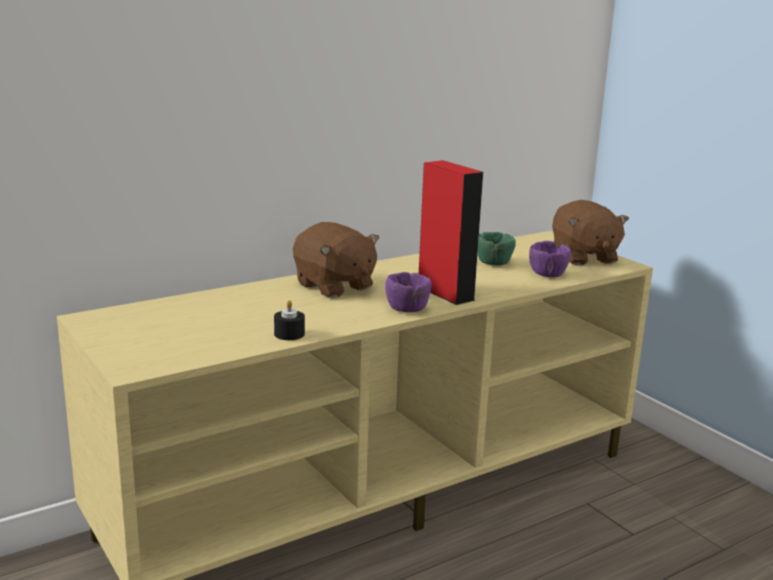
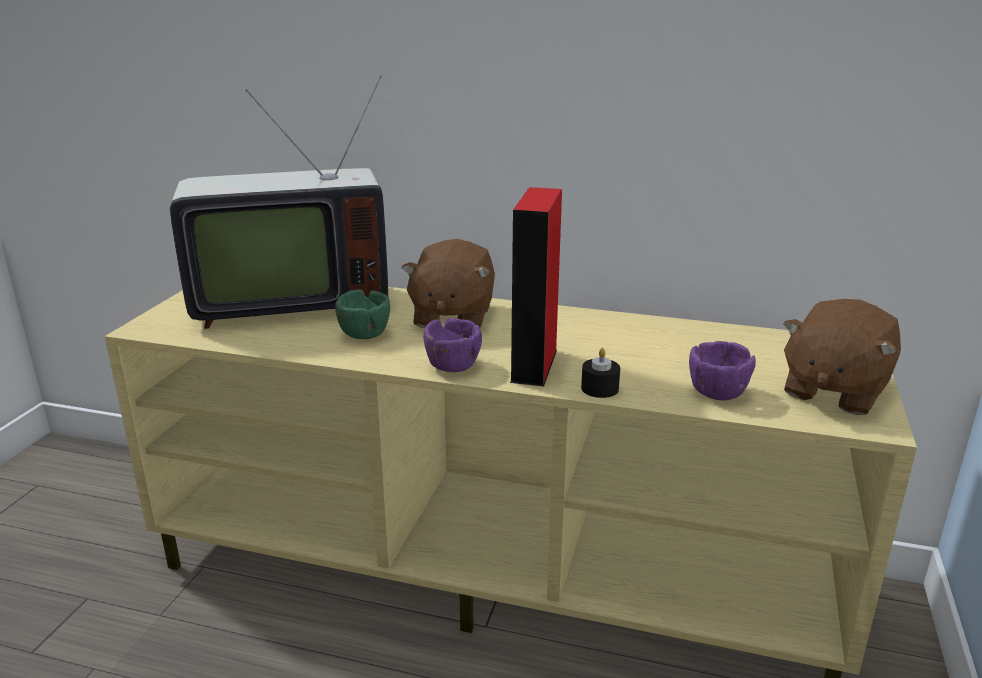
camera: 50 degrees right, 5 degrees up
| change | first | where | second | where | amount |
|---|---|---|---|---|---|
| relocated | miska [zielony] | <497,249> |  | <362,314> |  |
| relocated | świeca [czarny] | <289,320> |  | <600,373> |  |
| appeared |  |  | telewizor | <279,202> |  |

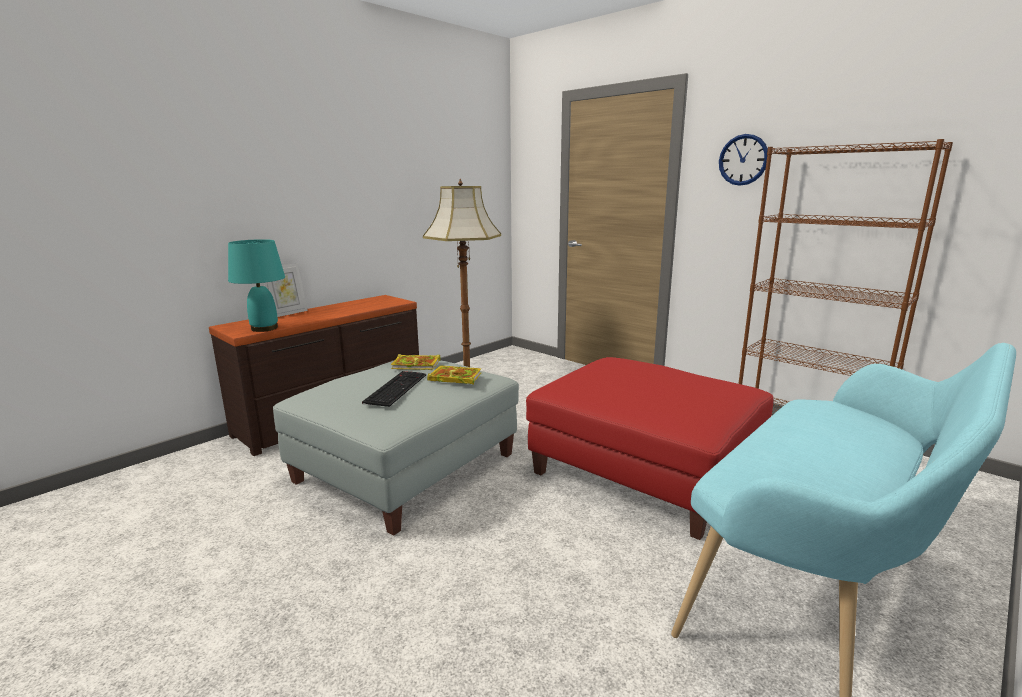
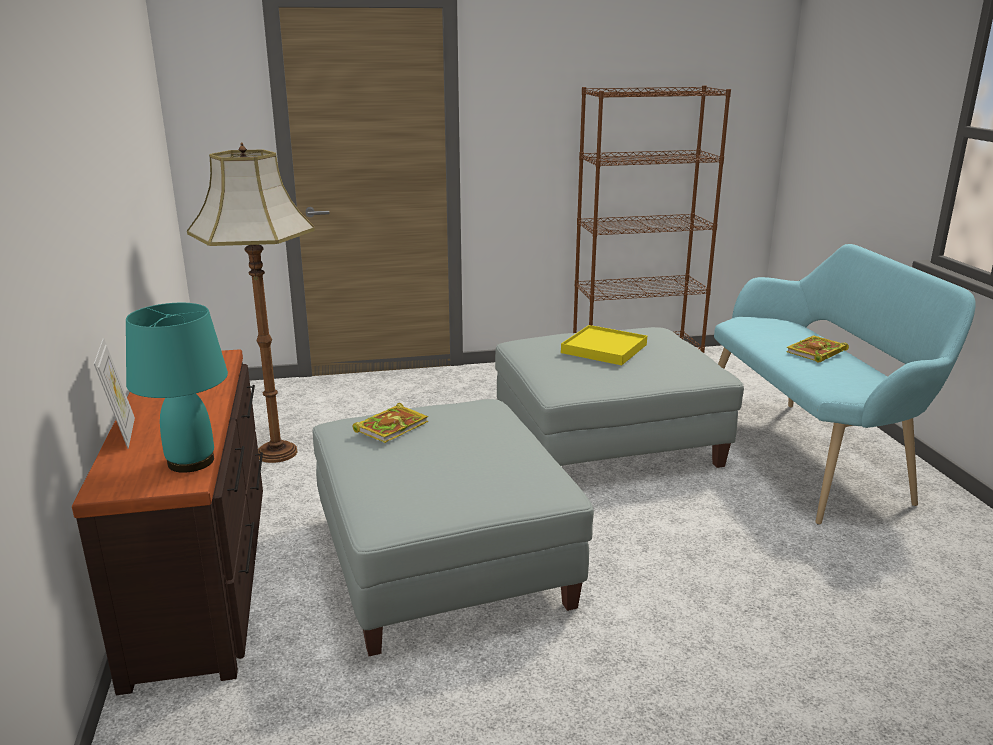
camera: 55 degrees left, 5 degrees up
| change | first | where | second | where | amount |
|---|---|---|---|---|---|
| missing | zegar ścienny | <743,160> |  |  |  |
| colour | pufa [czerwony] | <650,448> | pufa [szary] | <619,397> |  |
| relocated | książka | <454,375> |  | <817,348> |  |
| missing | klawiatura | <394,389> |  |  |  |
| appeared |  |  | taca [żółty] | <604,345> |  |

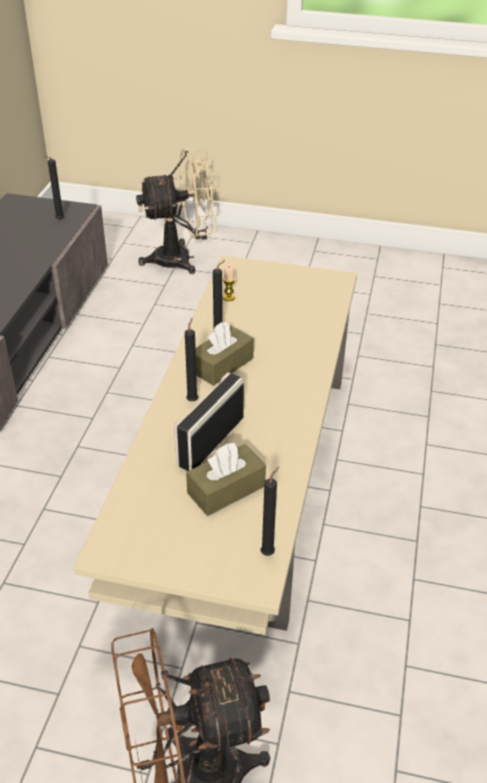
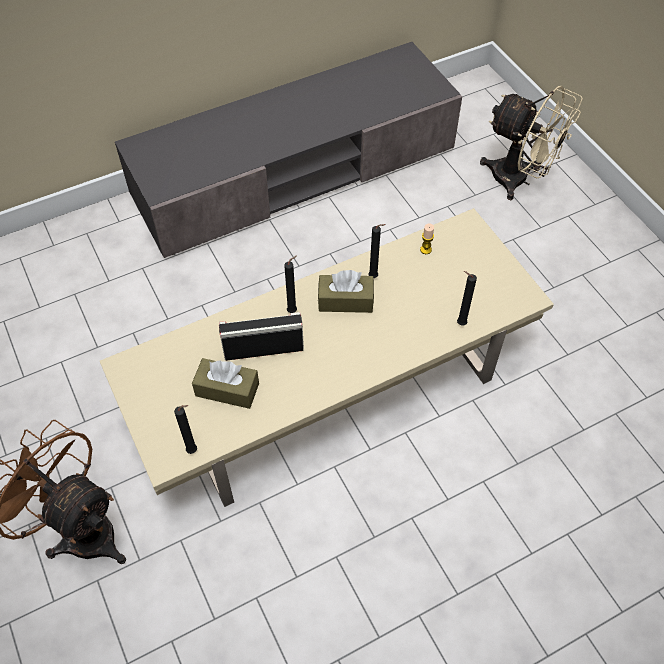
camera: 50 degrees right, 15 degrees up
| change | first | where | second | where | amount |
|---|---|---|---|---|---|
| relocated | świeca [czarny] | <54,188> |  | <467,298> |  |

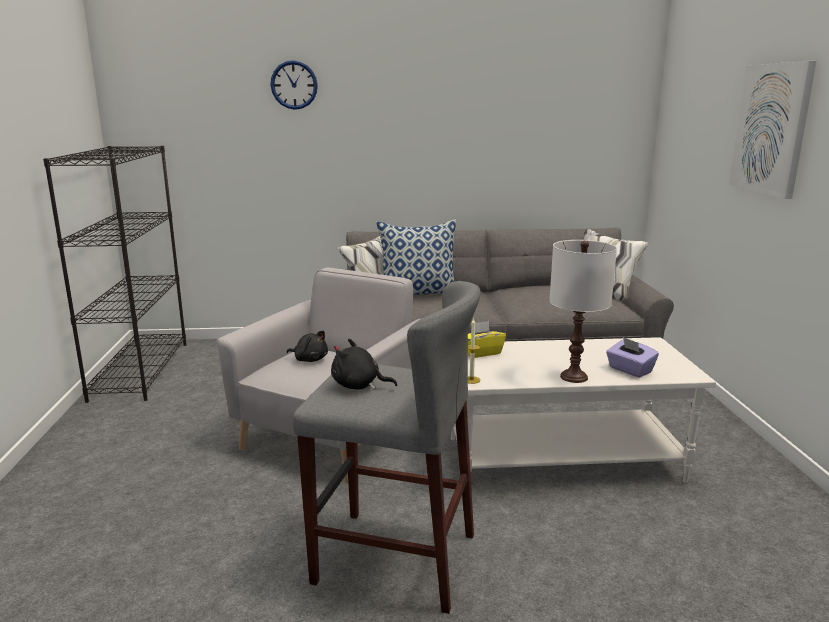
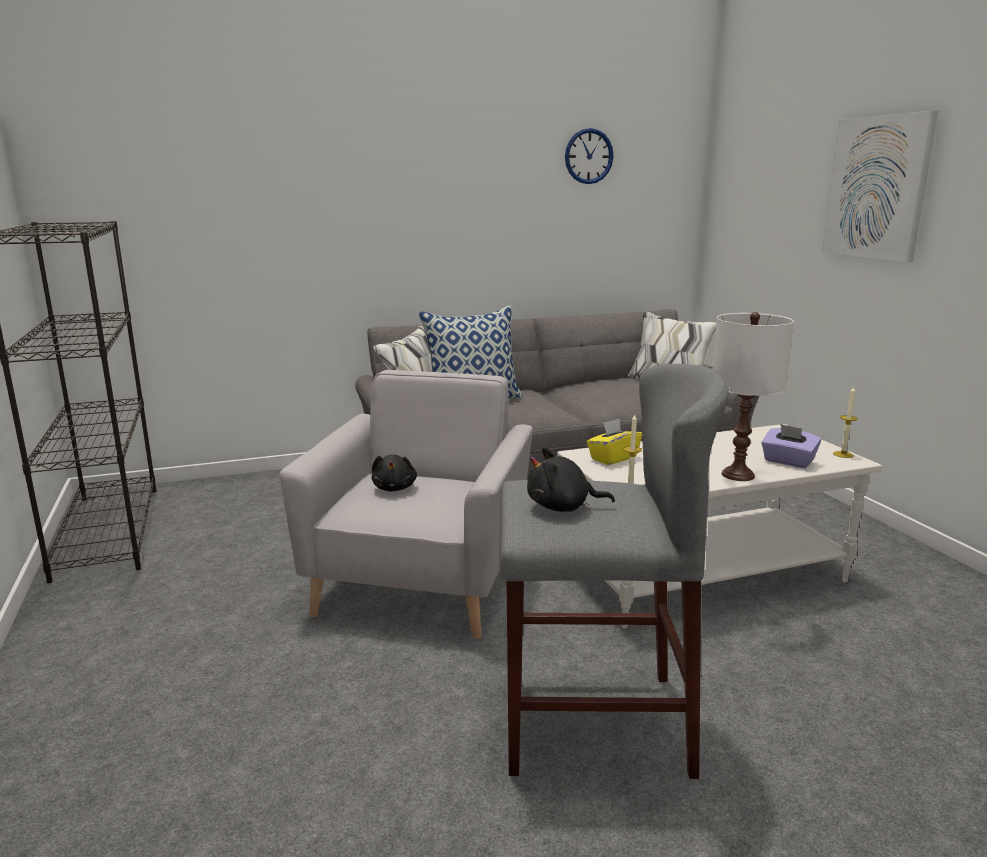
camera: 15 degrees left, 0 degrees up
| change | first | where | second | where | amount |
|---|---|---|---|---|---|
| relocated | zegar ścienny | <294,85> |  | <589,156> |  |
| spun | pluszak [czarny] | <307,346> |  | <394,472> | 75 degrees clockwise |
| appeared |  |  | świeca | <845,422> |  |

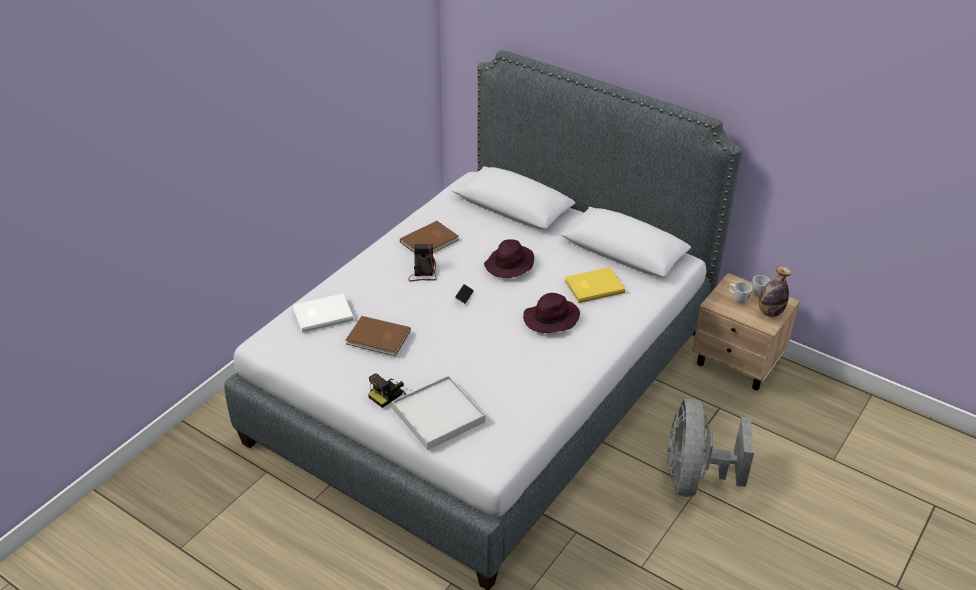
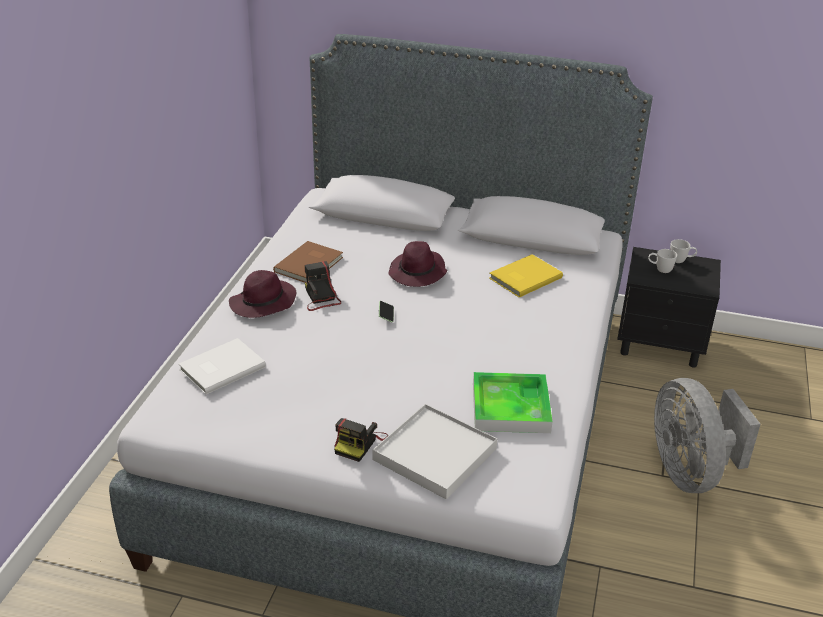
camera: 20 degrees left, 5 degrees down
| change | first | where | second | where | amount |
|---|---|---|---|---|---|
| missing | butelka | <775,291> |  |  |  |
| colour | szafka nocna [beżowy] | <746,331> | szafka nocna [czarny] | <669,307> |  |
| relocated | kapelusz [fioletowy] | <551,313> |  | <262,294> |  |
| missing | książka [brązowy] | <378,336> |  |  |  |
| appeared |  |  | taca | <512,402> |  |

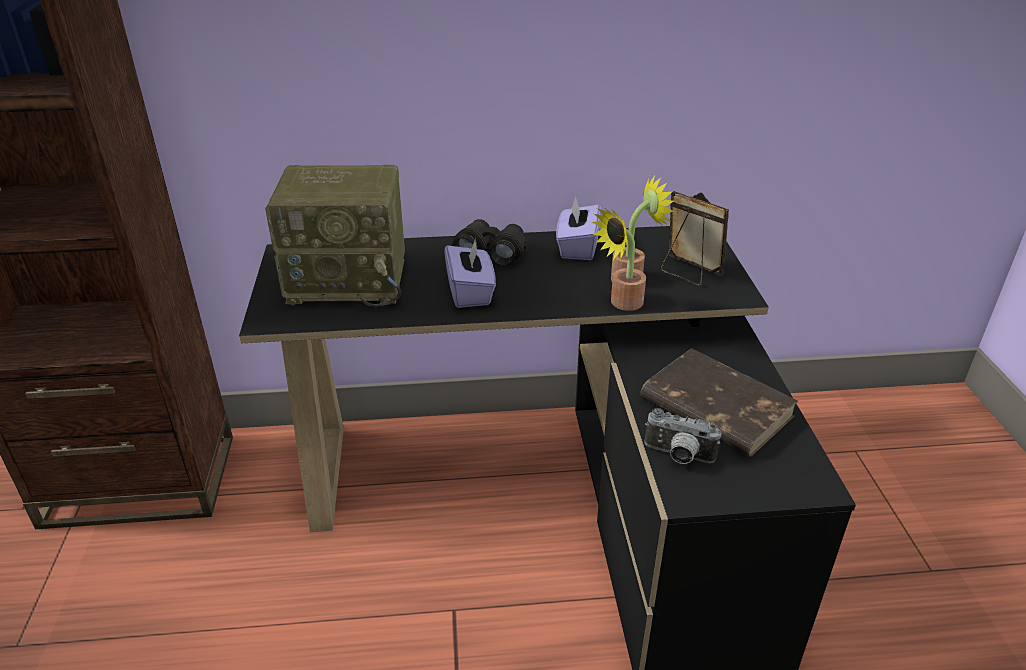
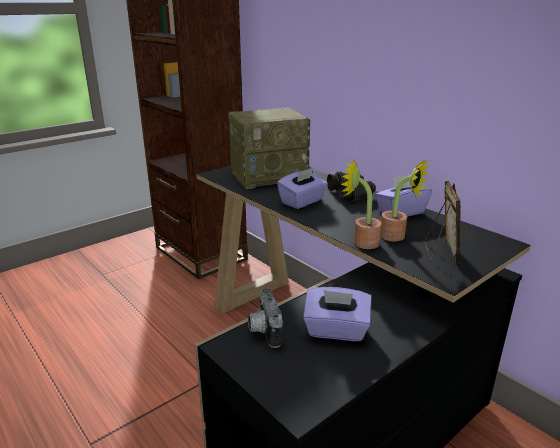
camera: 55 degrees right, 10 degrees down
| change | first | where | second | where | amount |
|---|---|---|---|---|---|
| spun | radio | <335,236> |  | <270,148> | 75 degrees counterclockwise |
| exchanged | książka [brązowy] | <719,402> | pudełko chusteczek [fioletowy] | <337,314> |  |

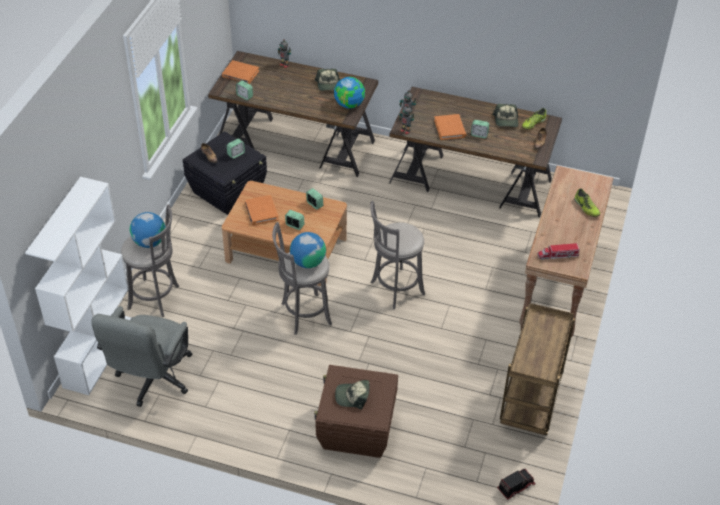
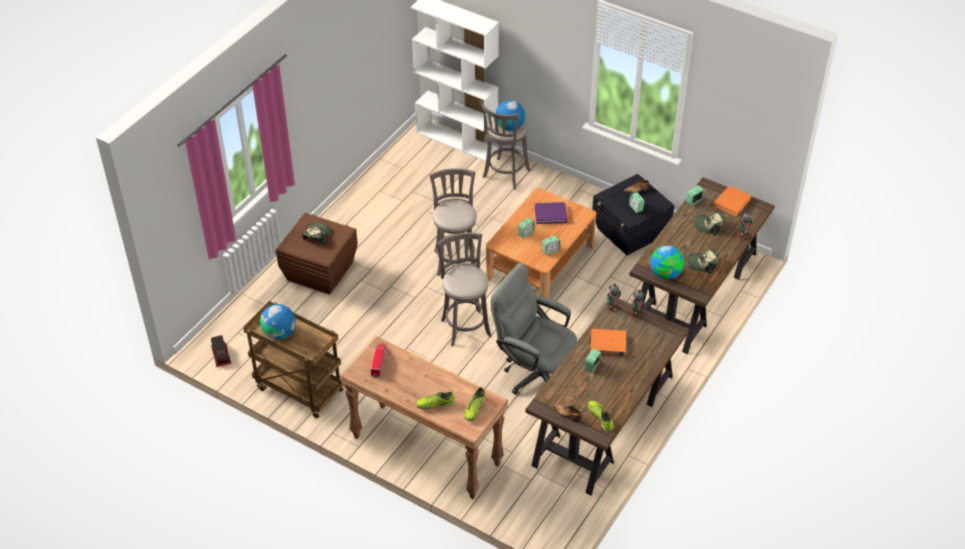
camera: 105 degrees right, 0 degrees up
| change | first | where | second | where | amount |
|---|---|---|---|---|---|
| relocated | czapka z daszkiem | <505,115> |  | <710,224> |  |
| colour | książka [pomarańczowy] | <261,210> | książka [fioletowy] | <551,213> |  |
| relocated | globus | <308,250> |  | <278,322> |  |
| relocated | krzesło biurowe [szary] | <142,356> |  | <534,329> |  |
| appeared |  |  | but | <475,404> |  |

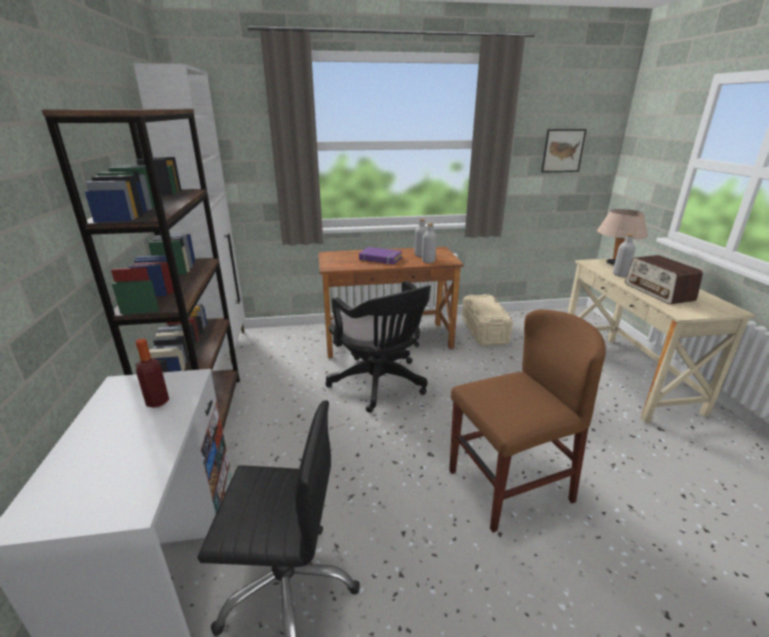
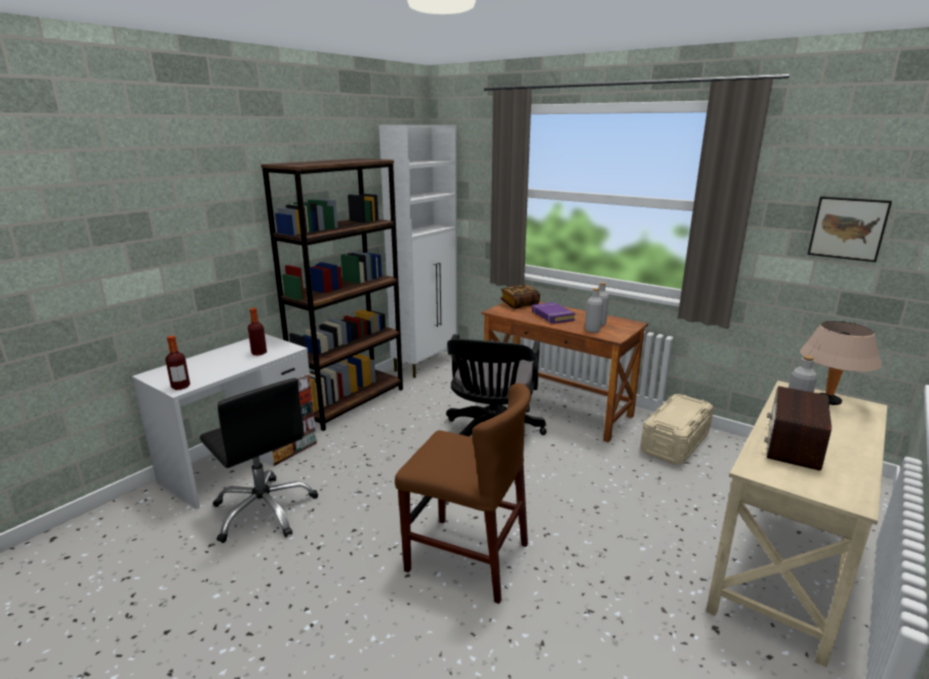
camera: 45 degrees right, 5 degrees down
| change | first | where | second | where | amount |
|---|---|---|---|---|---|
| appeared |  |  | książka | <520,297> |  |
| appeared |  |  | butelka | <177,363> |  |

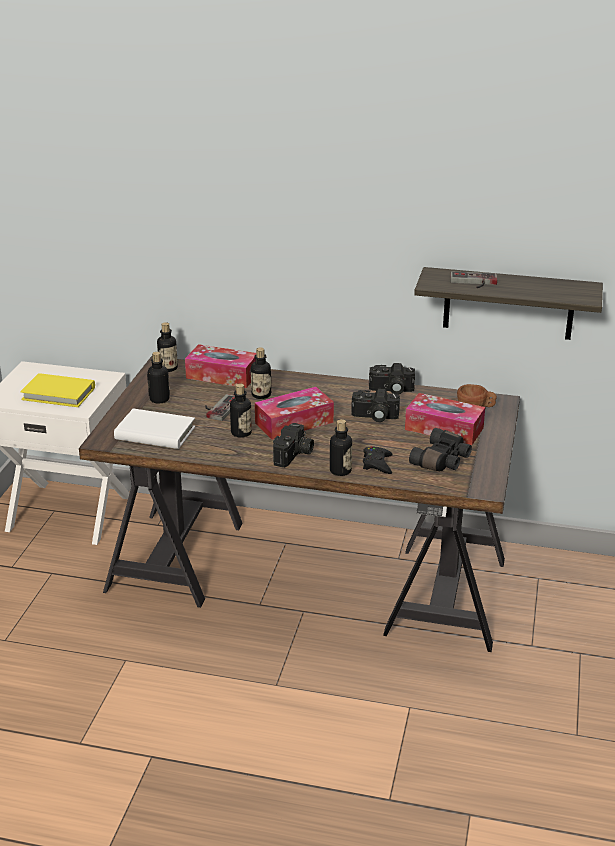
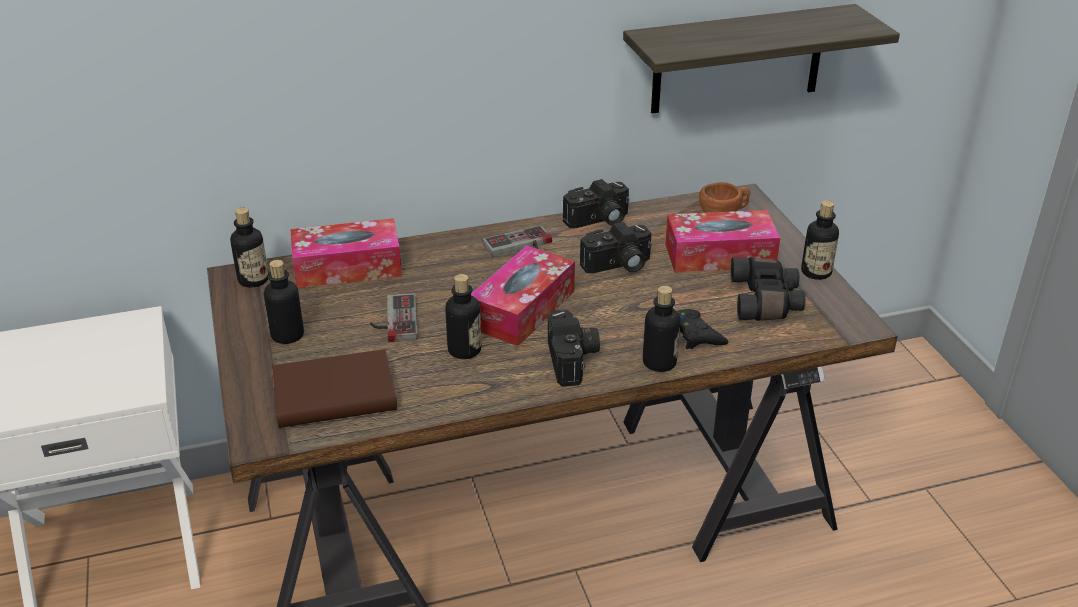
camera: 30 degrees left, 5 degrees up
| change | first | where | second | where | amount |
|---|---|---|---|---|---|
| relocated | pad do gier | <473,279> |  | <517,241> |  |
| relocated | butelka | <261,373> |  | <820,240> |  |
| missing | książka [żółty] | <57,390> |  |  |  |
| colour | książka [biały] | <154,429> | książka [brązowy] | <334,388> |  |

